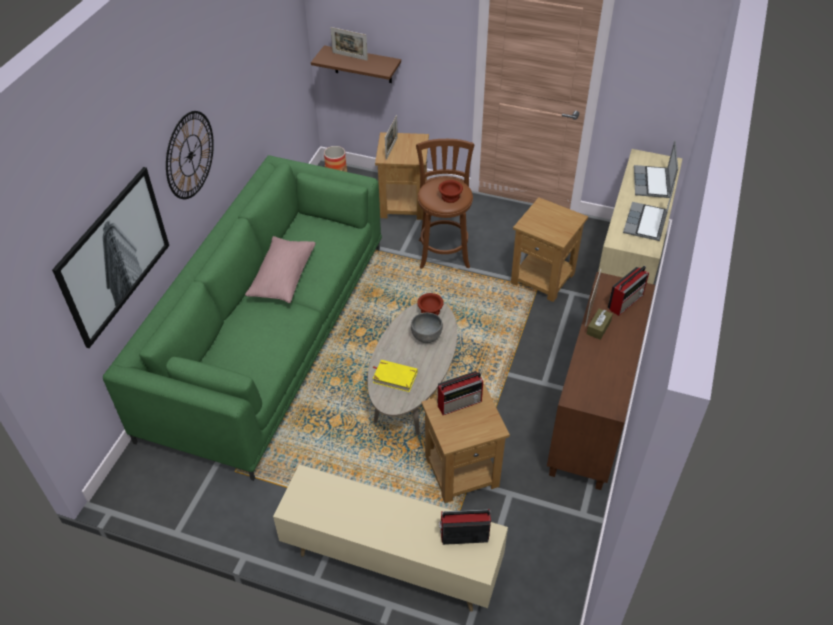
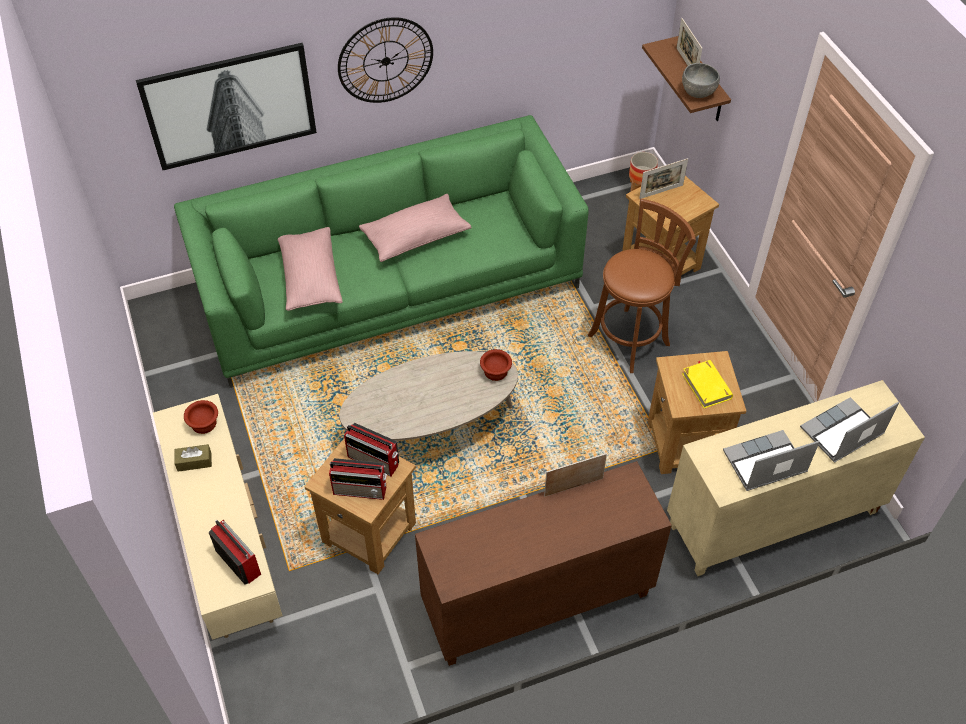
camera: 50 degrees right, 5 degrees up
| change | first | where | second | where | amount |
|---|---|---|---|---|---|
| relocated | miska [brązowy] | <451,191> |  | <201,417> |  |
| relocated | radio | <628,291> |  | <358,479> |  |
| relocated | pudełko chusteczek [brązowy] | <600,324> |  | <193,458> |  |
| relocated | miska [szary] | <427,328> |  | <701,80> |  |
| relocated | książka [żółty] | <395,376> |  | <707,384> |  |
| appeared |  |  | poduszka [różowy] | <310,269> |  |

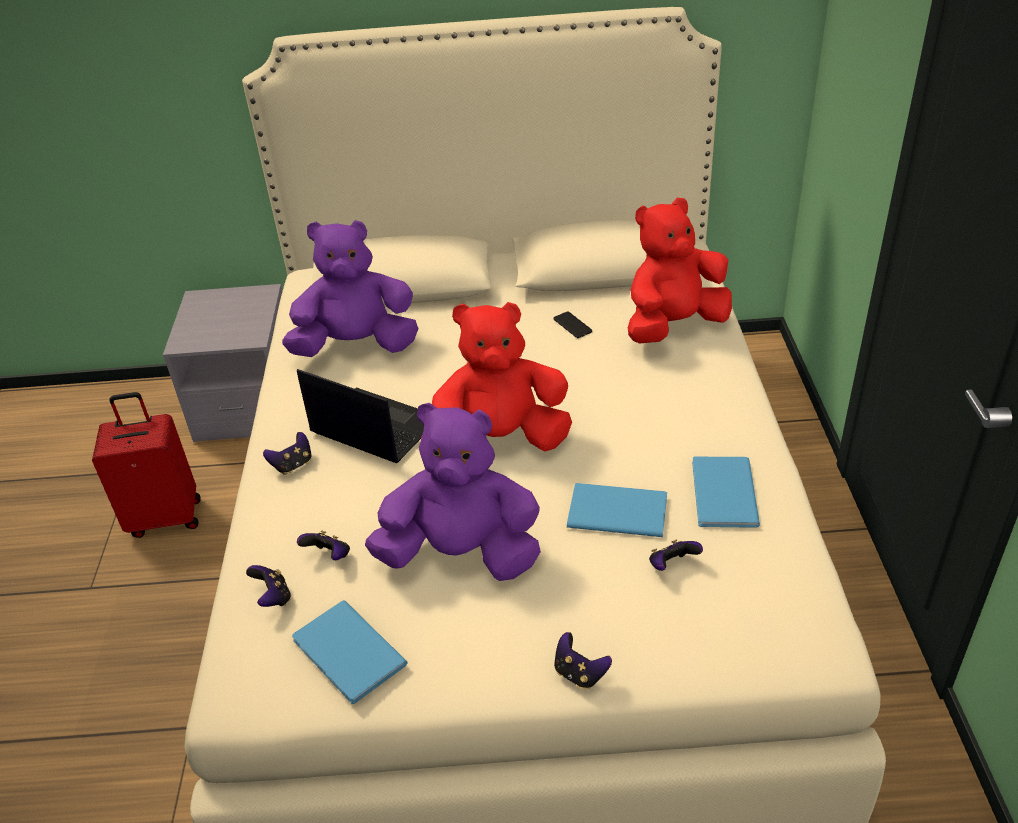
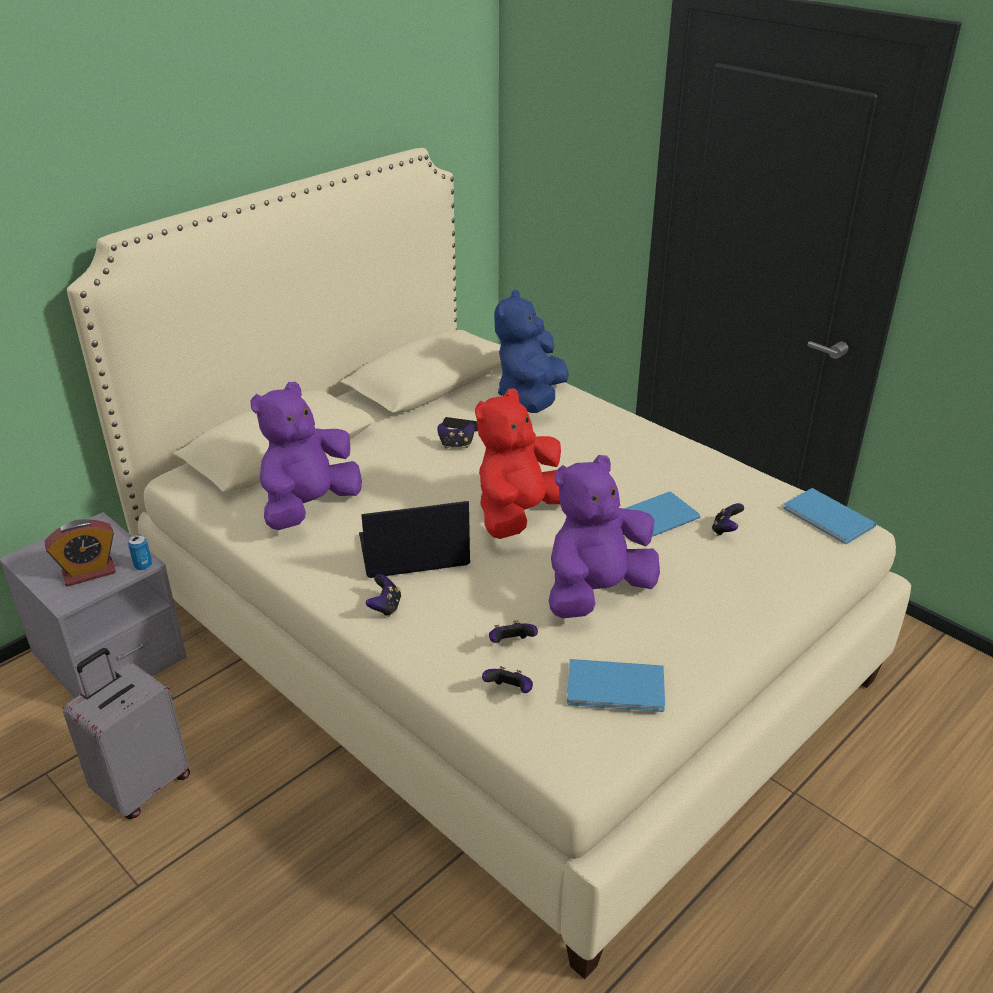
camera: 45 degrees left, 5 degrees down
| change | first | where | second | where | amount |
|---|---|---|---|---|---|
| colour | pluszak [czerwony] | <680,271> | pluszak [niebieski] | <531,351> |  |
| colour | walizka [czerwony] | <146,465> | walizka [szary] | <126,733> |  |
| relocated | książka [niebieski] | <726,492> |  | <830,516> |  |
| relocated | pad do gier | <583,660> |  | <456,436> |  |
| appeared |  |  | budzik | <80,553> |  |
| appeared |  |  | puszka | <140,552> |  |

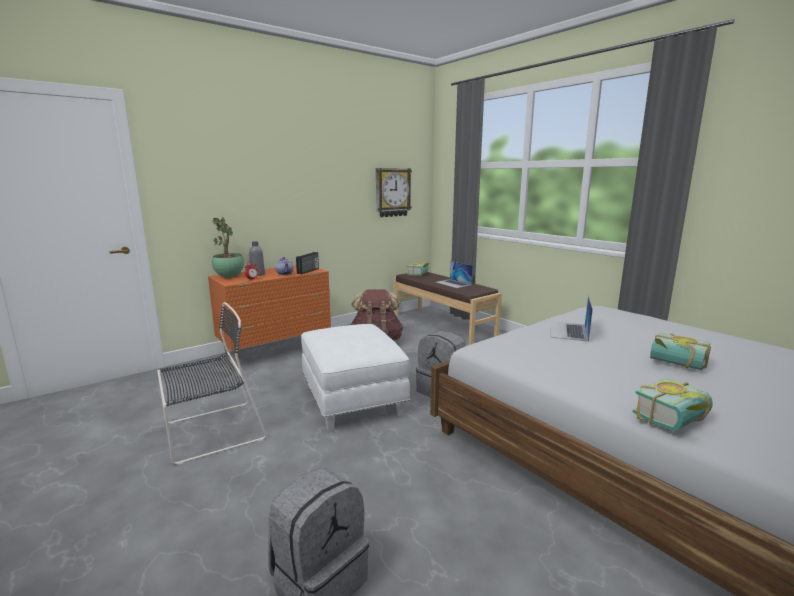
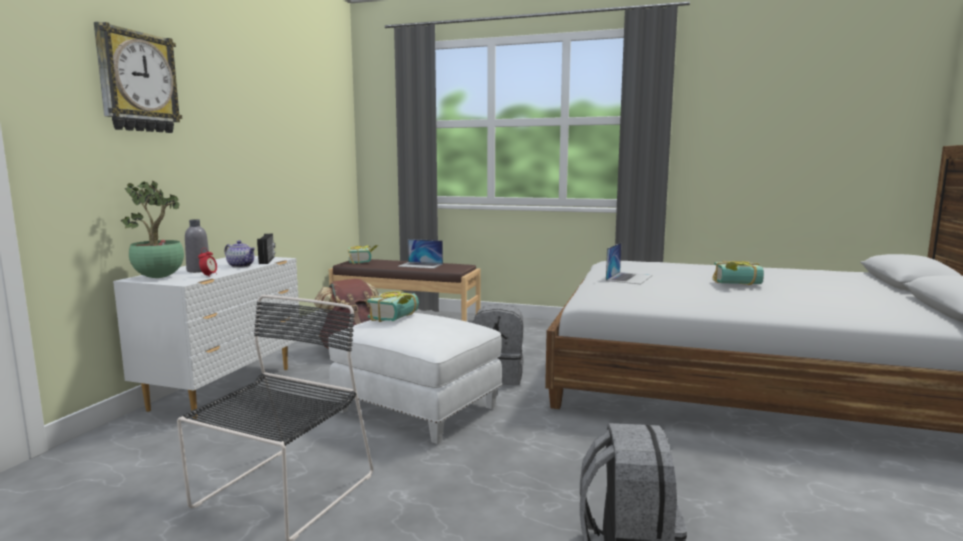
camera: 35 degrees left, 5 degrees down
| change | first | where | second | where | amount |
|---|---|---|---|---|---|
| relocated | zegar ścienny | <394,192> |  | <138,77> |  |
| colour | komoda [pomarańczowy] | <269,316> | komoda [biały] | <207,337> |  |
| spun | laptop | <572,318> |  | <629,263> | 135 degrees counterclockwise |
| relocated | książka | <673,404> |  | <393,306> |  |

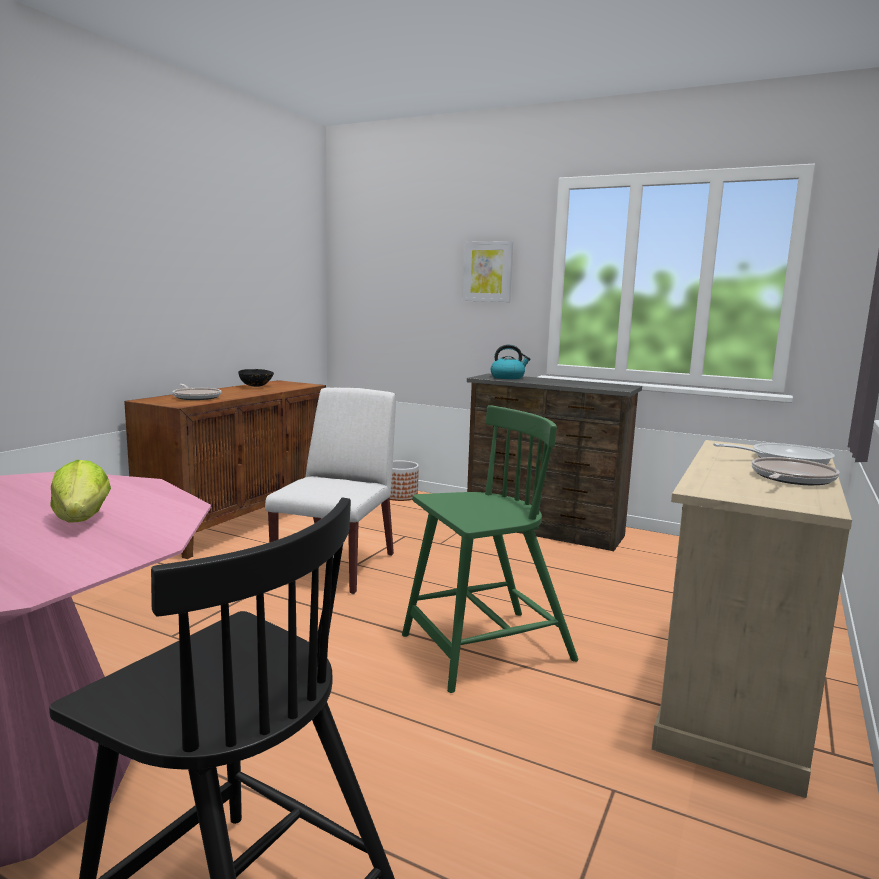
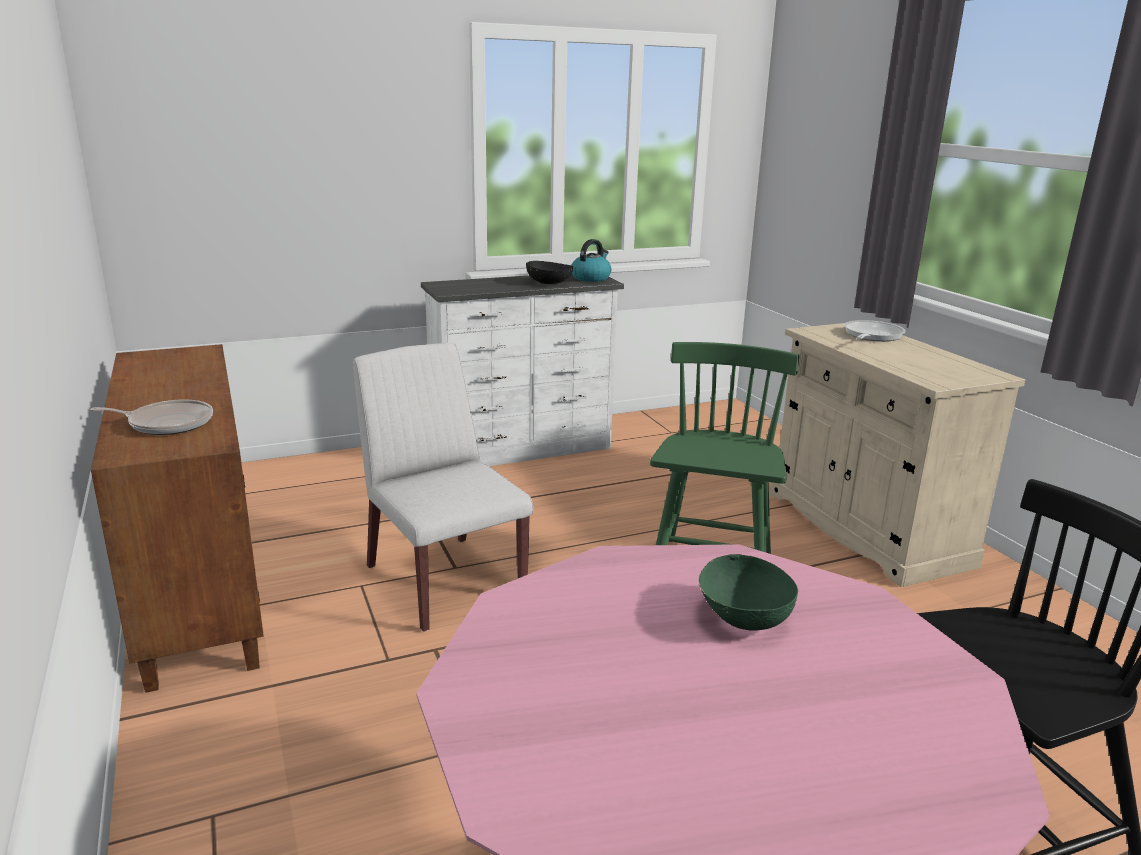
camera: 50 degrees left, 10 degrees up
| change | first | where | second | where | amount |
|---|---|---|---|---|---|
| missing | obraz | <487,271> |  |  |  |
| relocated | czajnik | <511,362> |  | <591,260> |  |
| relocated | miska [czarny] | <256,378> |  | <549,272> |  |
| colour | komoda [brązowy] | <554,462> | komoda [biały] | <522,369> |  |
| missing | patelnia | <796,471> |  |  |  |
| exchanged | sałata | <80,491> | miska [zielony] | <748,592> |  |
| missing | donica | <404,480> |  |  |  |

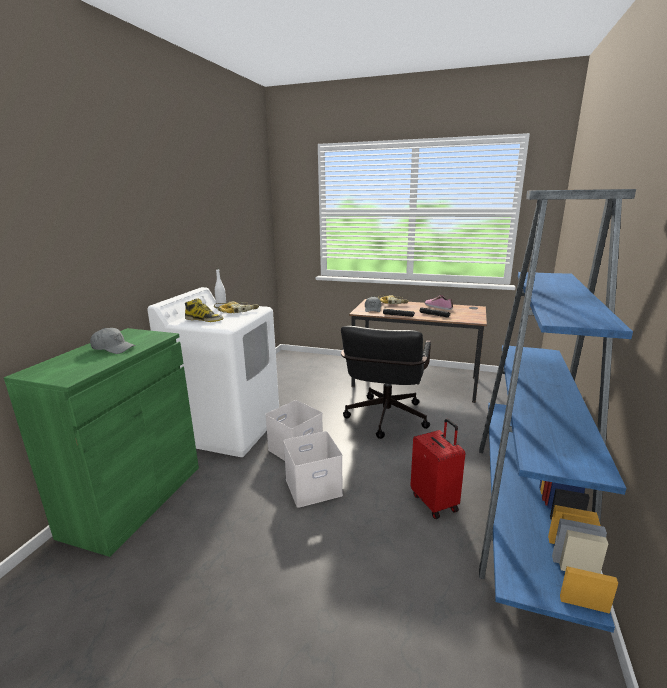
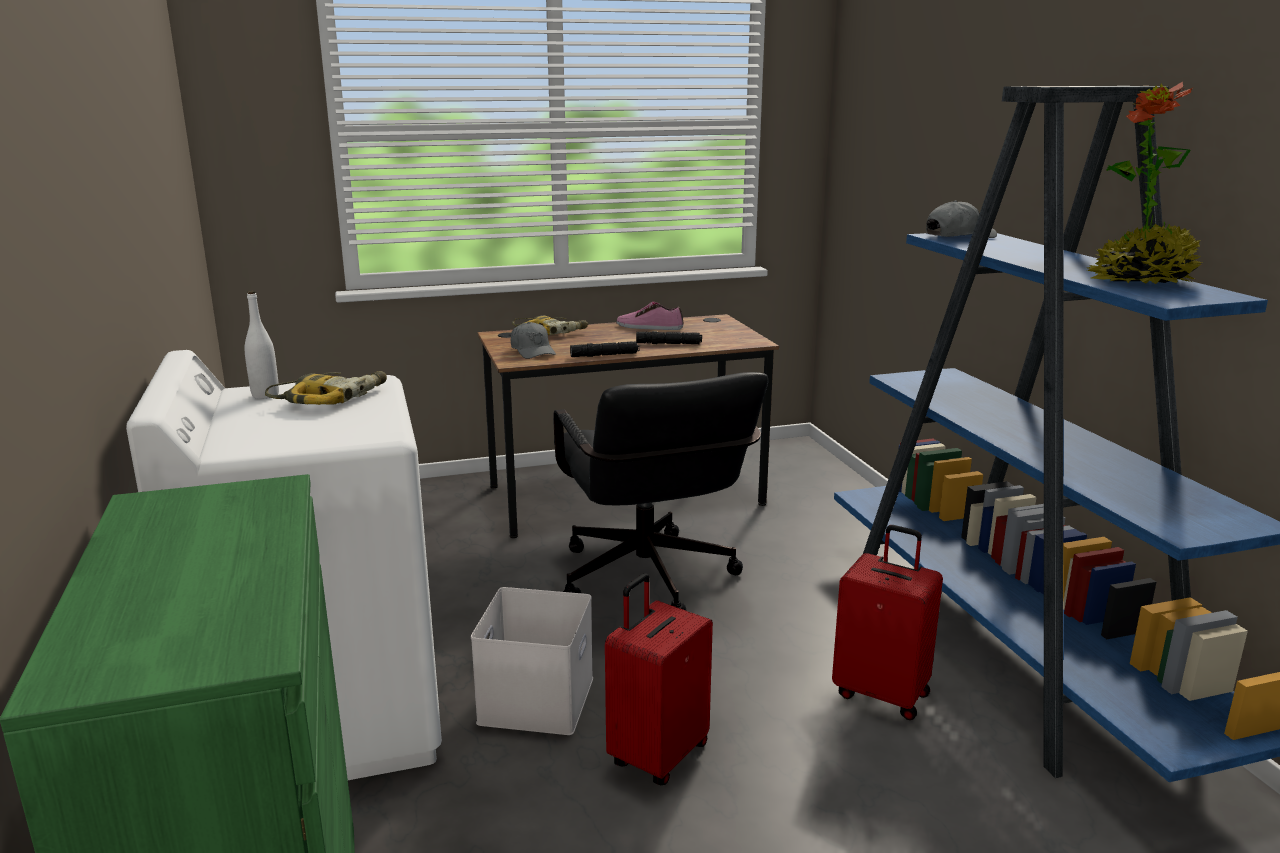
camera: 35 degrees left, 0 degrees up
| change | first | where | second | where | amount |
|---|---|---|---|---|---|
| missing | but z cholewką | <204,310> |  |  |  |
| relocated | czapka z daszkiem [szary] | <113,341> |  | <961,219> |  |
| exchanged | pojemnik do przechowywania [biały] | <313,469> | walizka [czerwony] | <659,679> |  |
| appeared |  |  | roślina doniczkowa | <1144,183> |  |

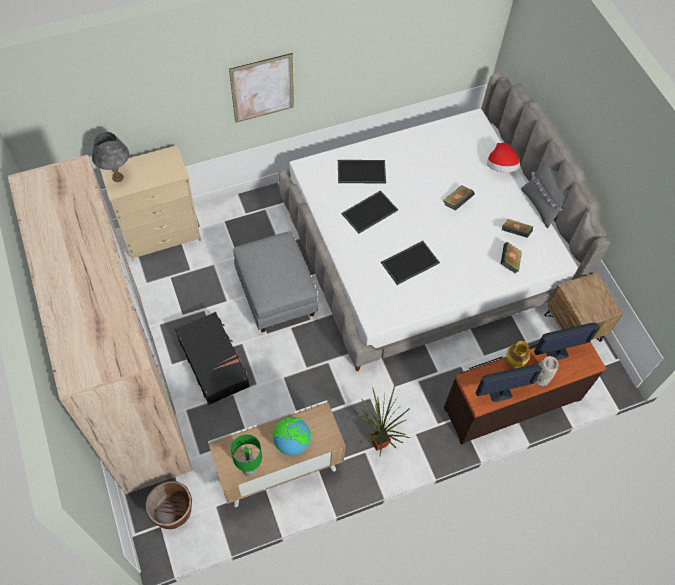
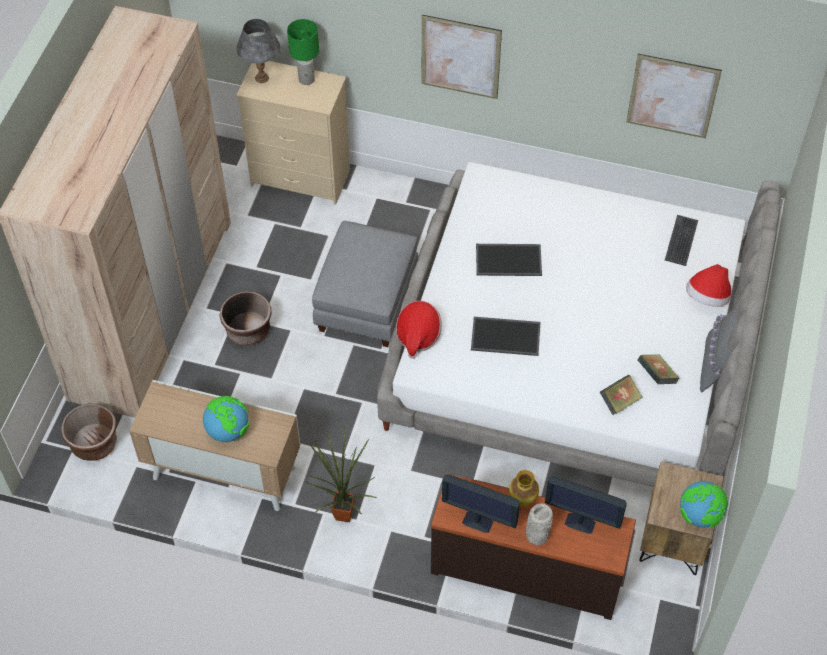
camera: 40 degrees right, 5 degrees down
| change | first | where | second | where | amount |
|---|---|---|---|---|---|
| missing | taca | <362,172> |  |  |  |
| missing | książka | <459,197> |  |  |  |
| exchanged | walizka [czarny] | <212,358> | donica [brązowy] | <245,318> |  |
| relocated | lampa stołowa [zielony] | <246,455> |  | <303,52> |  |
| appeared |  |  | obraz | <674,96> |  |
| appeared |  |  | klawiatura | <681,240> |  |
| appeared |  |  | kapelusz | <419,330> |  |
| appeared |  |  | globus | <704,504> |  |

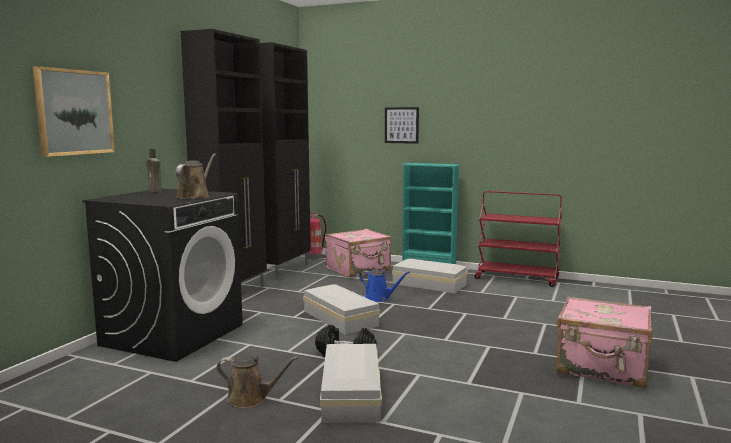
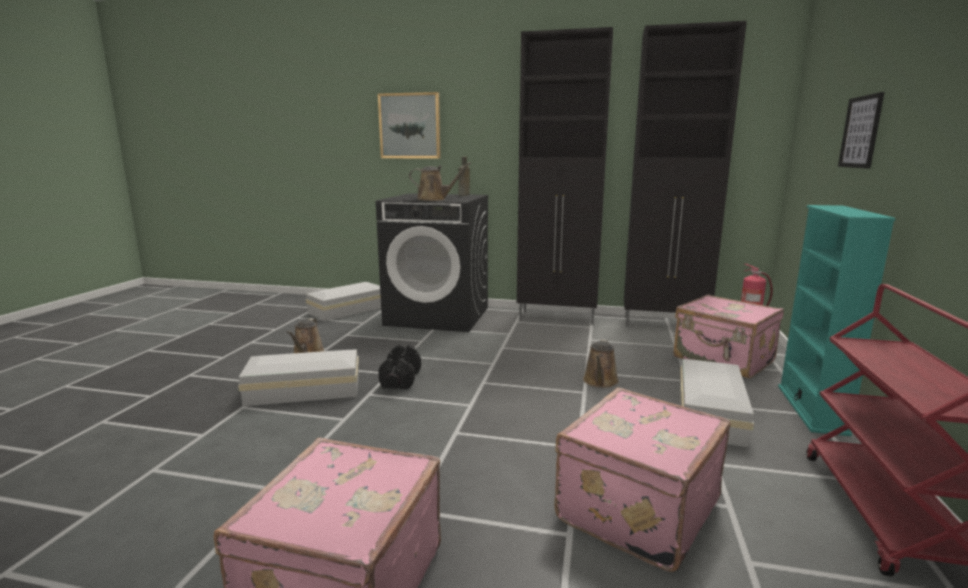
camera: 80 degrees right, 5 degrees up
| change | first | where | second | where | amount |
|---|---|---|---|---|---|
| colour | konewka [niebieski] | <384,286> | konewka [brązowy] | <601,363> |  |
| relocated | pojemnik do przechowywania [biały] | <341,309> |  | <343,301> |  |
| appeared |  |  | walizka [różowy] | <642,479> |  |

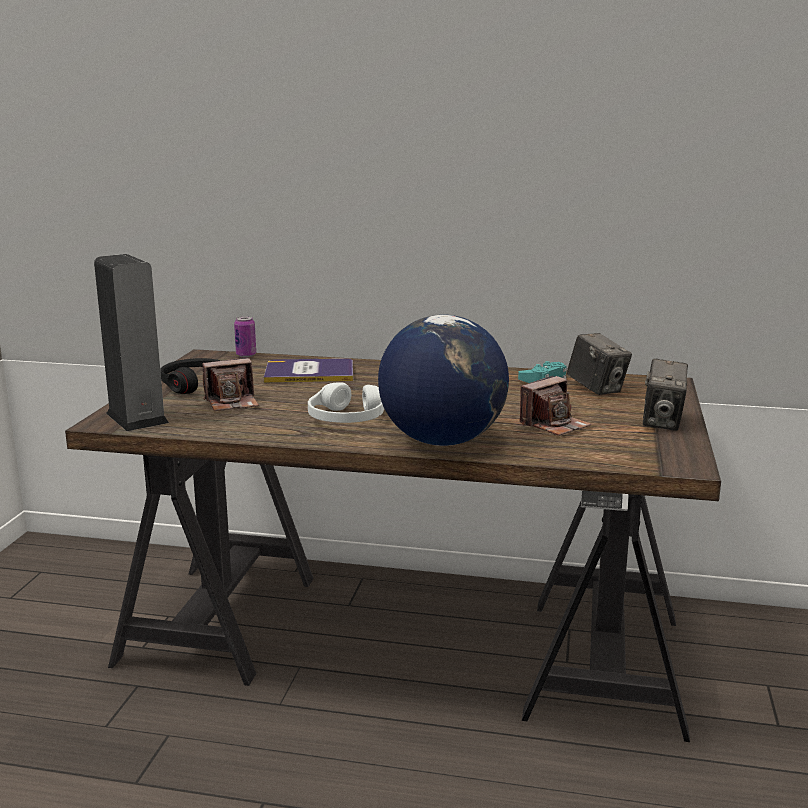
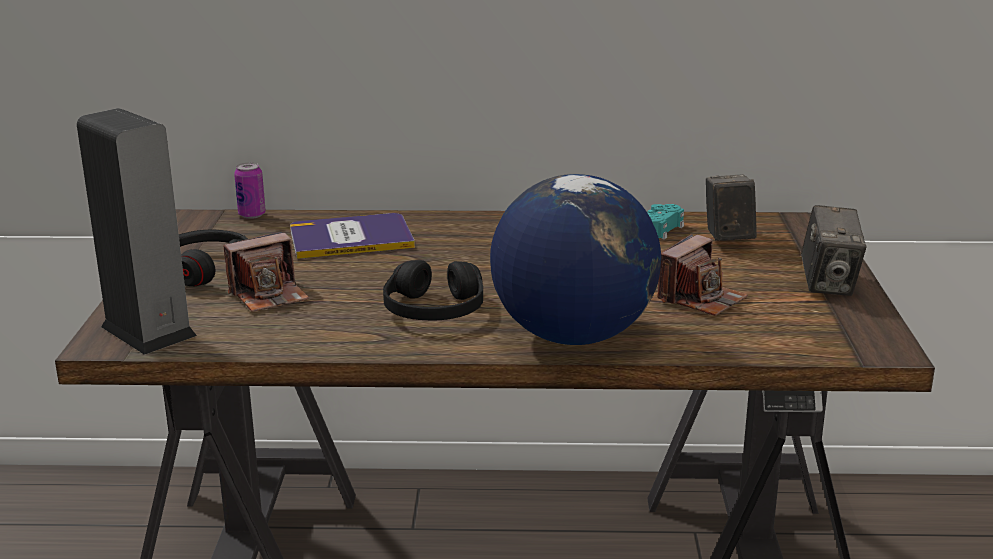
camera: 10 degrees left, 5 degrees up
| change | first | where | second | where | amount |
|---|---|---|---|---|---|
| spun | aparat fotograficzny | <599,364> |  | <731,207> | 135 degrees counterclockwise |
| colour | słuchawki [biały] | <346,402> | słuchawki [czarny] | <433,290> |  |

